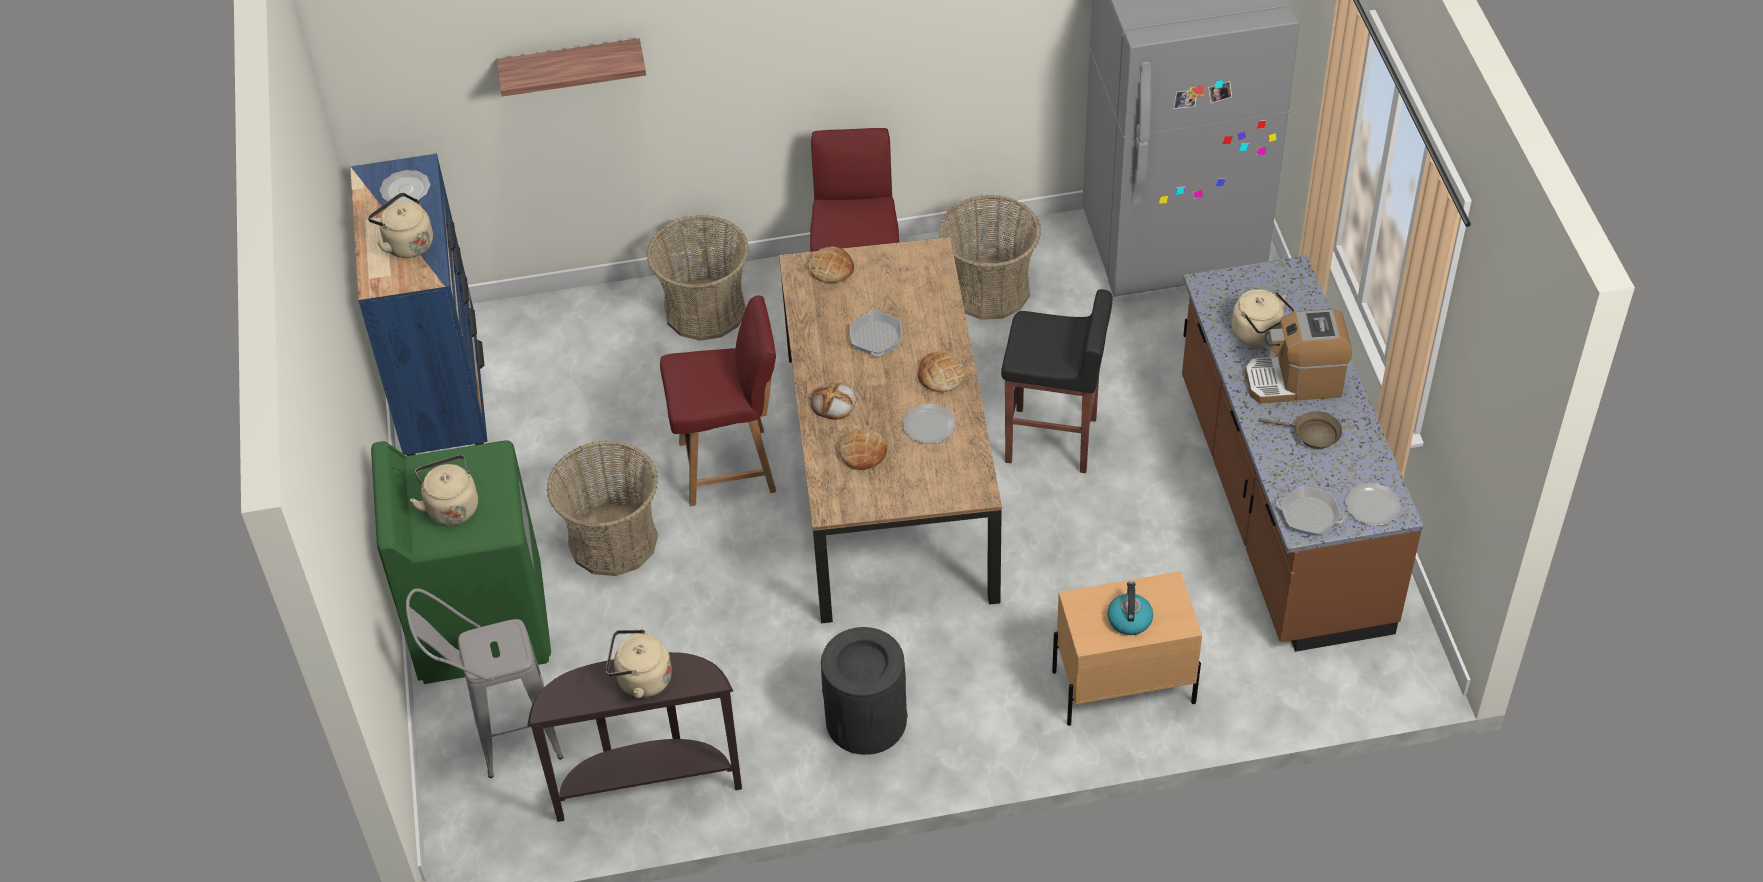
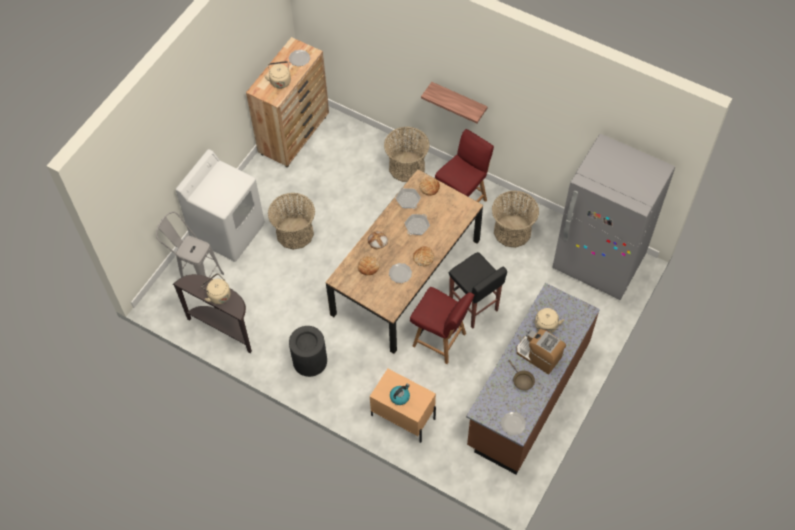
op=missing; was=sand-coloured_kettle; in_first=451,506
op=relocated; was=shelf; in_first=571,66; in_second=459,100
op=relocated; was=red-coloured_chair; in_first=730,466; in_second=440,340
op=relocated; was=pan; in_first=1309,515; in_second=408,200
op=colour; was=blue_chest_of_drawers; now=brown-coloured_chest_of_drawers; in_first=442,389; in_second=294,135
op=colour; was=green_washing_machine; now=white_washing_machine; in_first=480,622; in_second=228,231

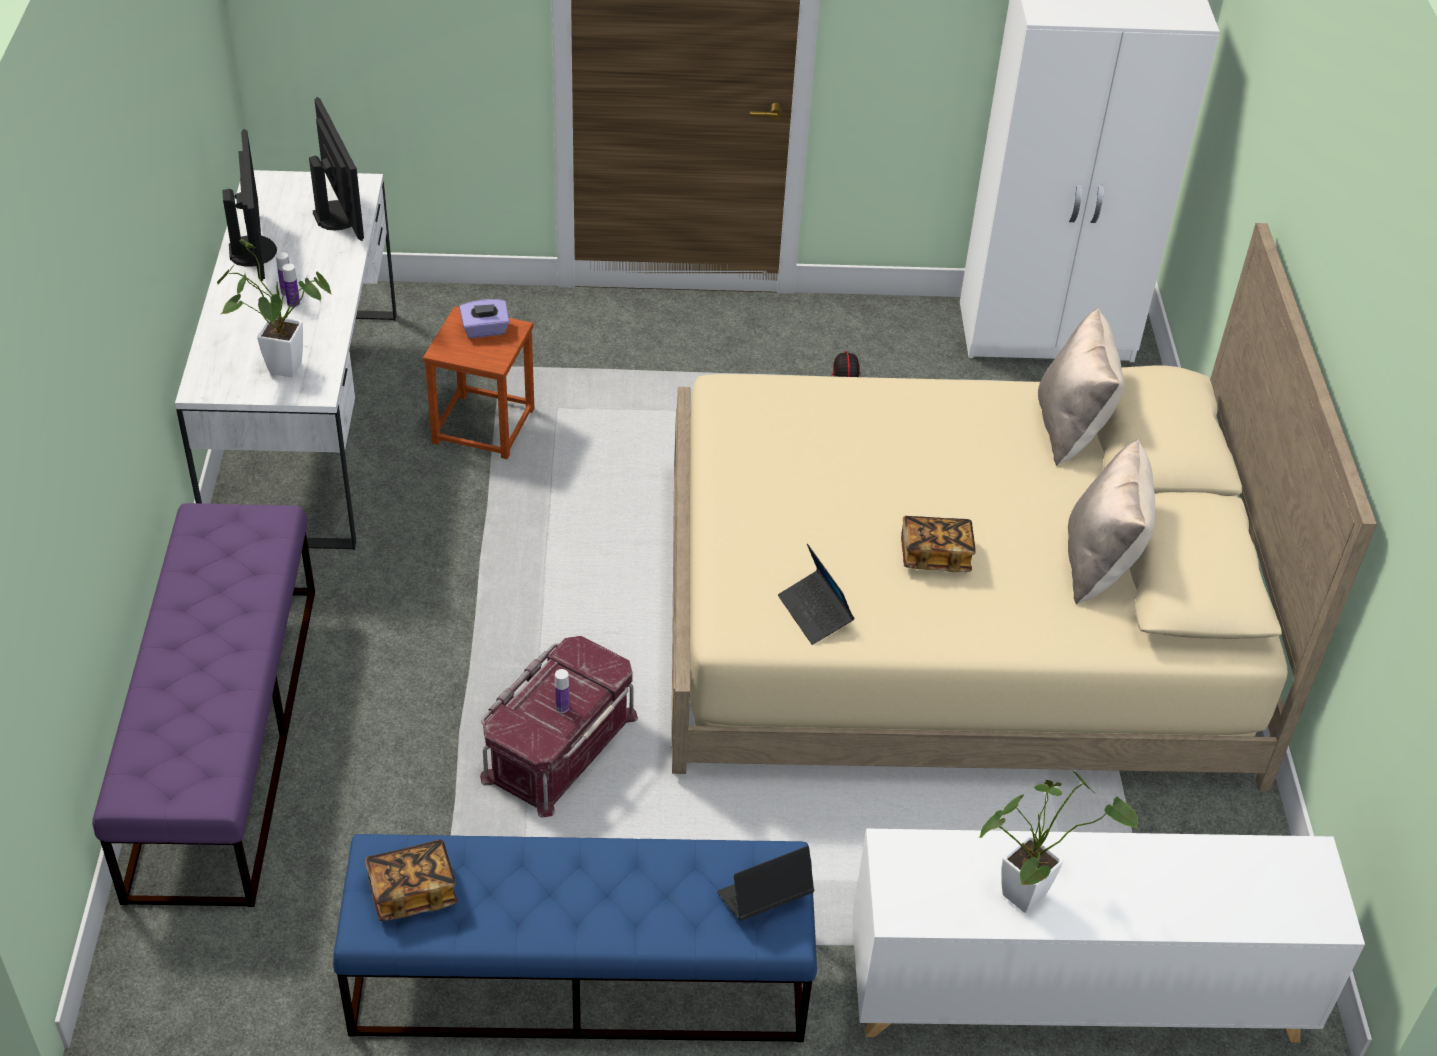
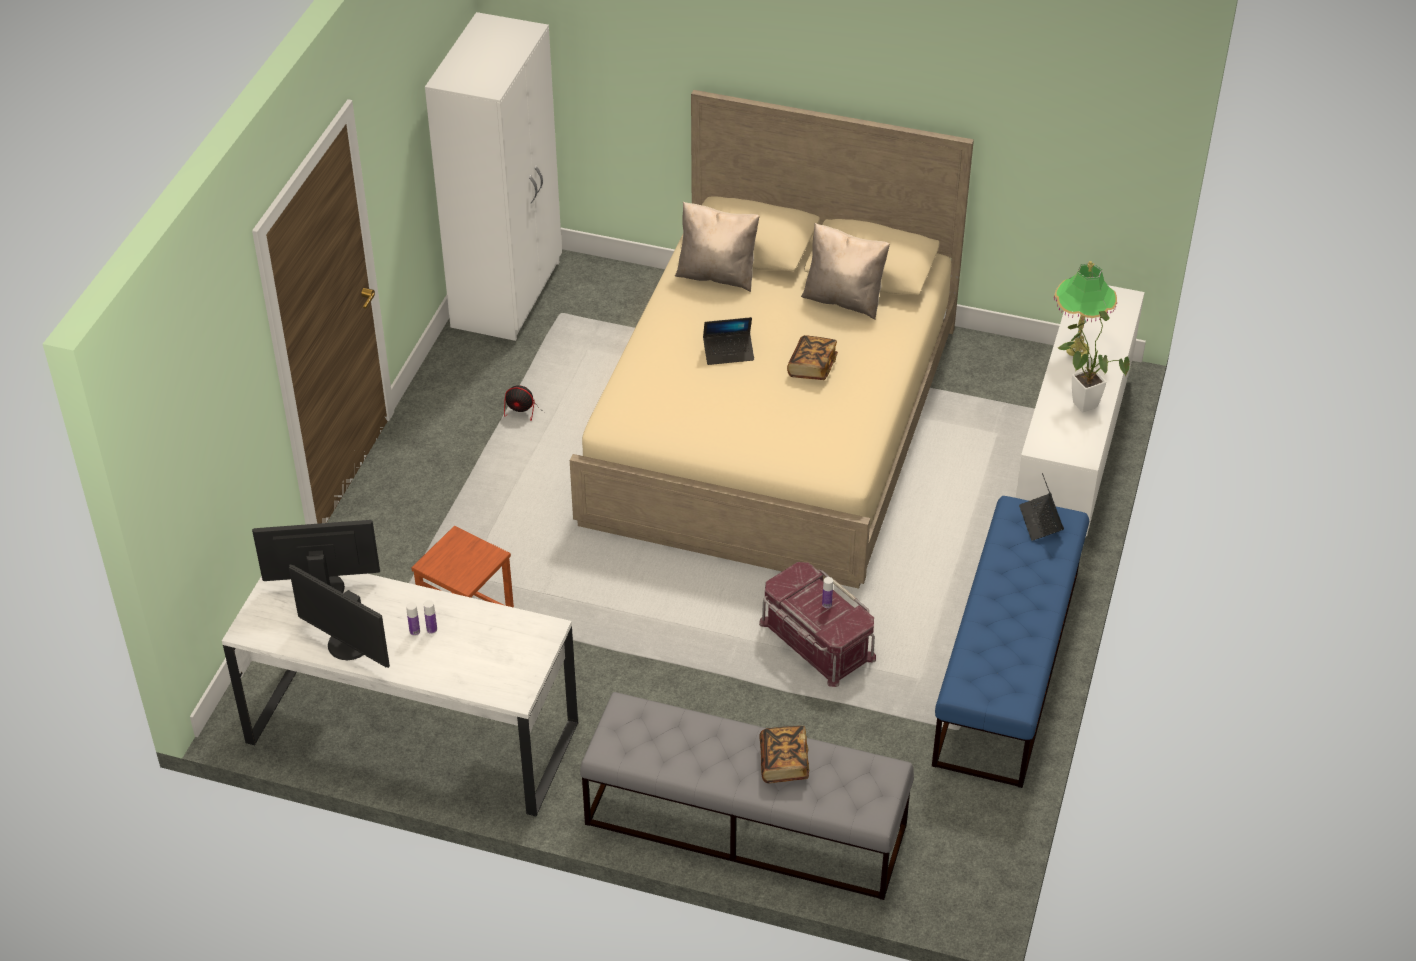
op=missing; was=potted_plant; in_first=278,367
op=missing; was=purplish_box_of_tissues; in_first=485,330
op=appeared; now=tabletop_lamp; in_second=1077,349
op=relocated; was=volume; in_first=412,891; in_second=784,763
op=relocated; was=laptop; in_first=815,613; in_second=728,352
op=colour; was=purplish_long_seat; now=grey_long_seat; in_first=225,735; in_second=744,824
op=spun; was=computer_display; in_first=254,251; in_second=347,645; clockwise=-150

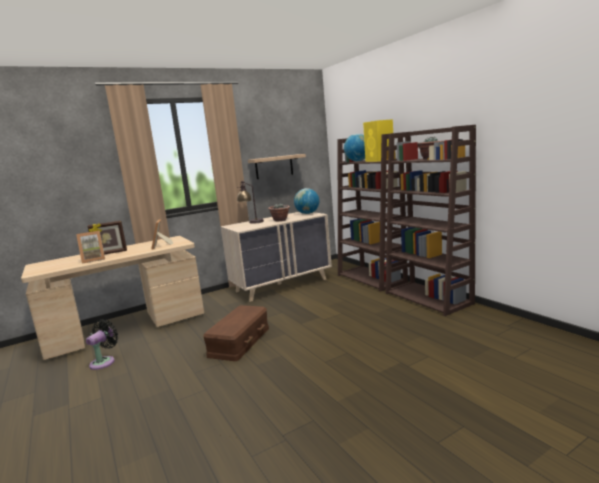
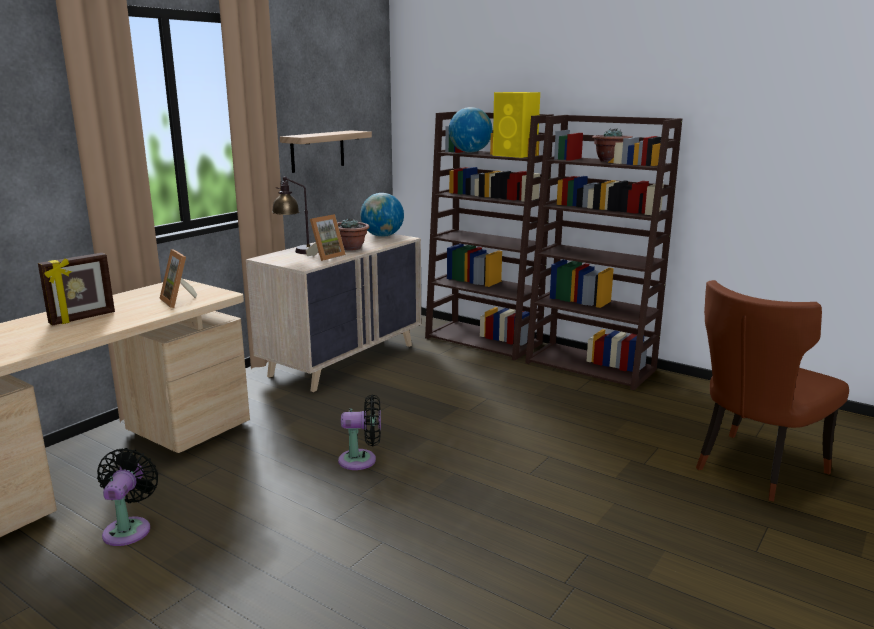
op=appeared; now=brown-coloured_chair; in_second=753,469
op=relocated; was=picture_frame; in_first=93,260; in_second=326,256
op=exchanged; was=brown-coloured_storage_box; now=black-coloured_electric_fan; in_first=239,341; in_second=361,460

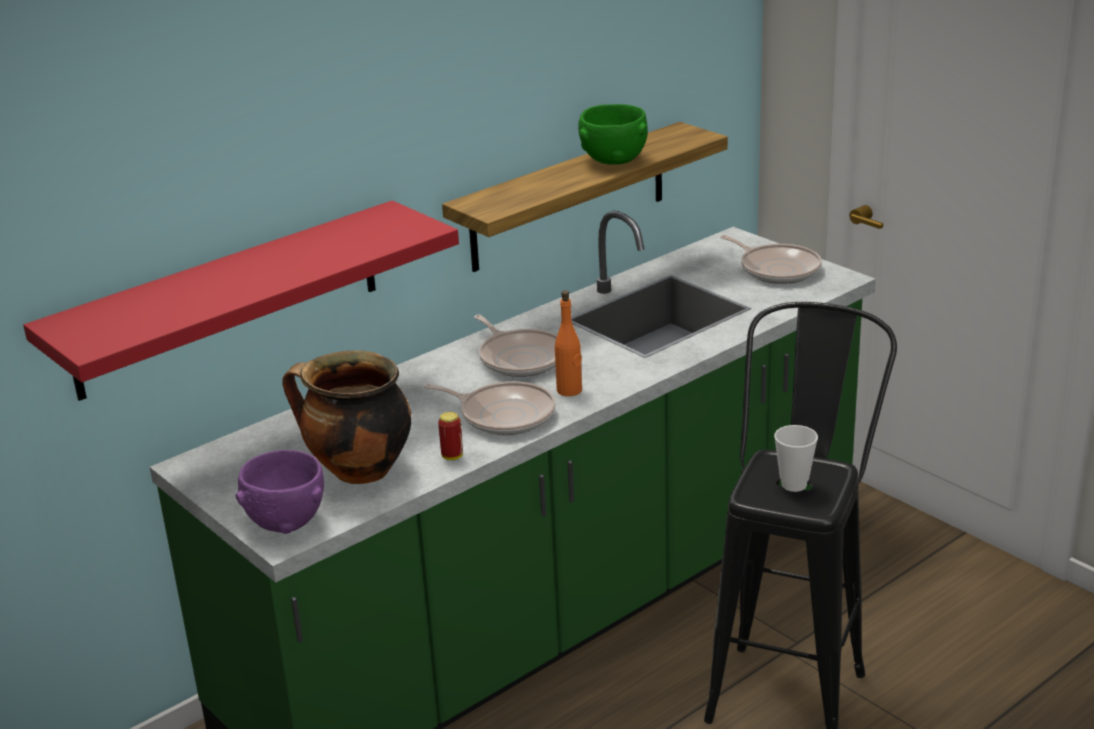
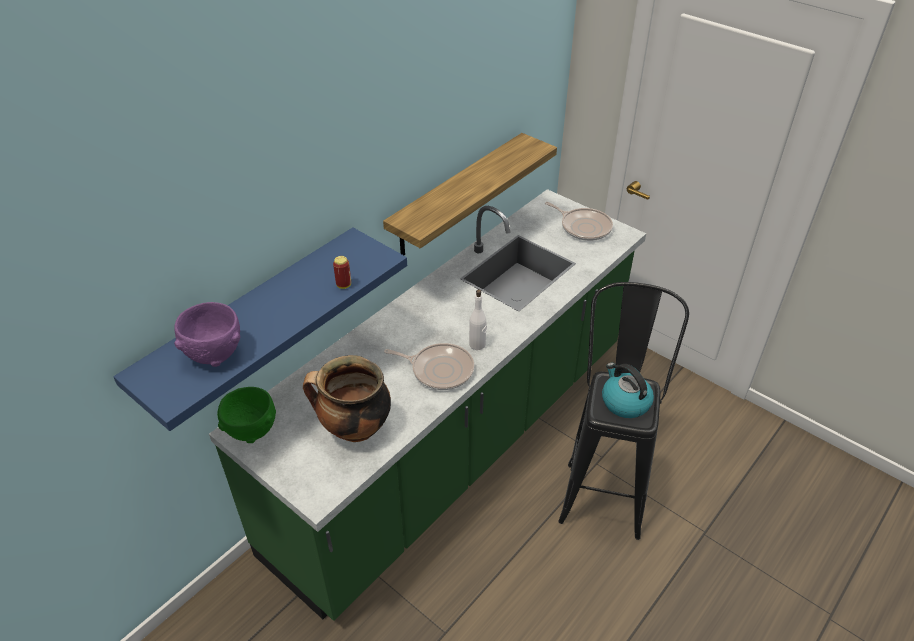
op=missing; was=pan; in_first=520,358
op=relocated; was=purplish_deep_dish; in_first=286,522; in_second=214,354
op=relocated; was=sealed_can; in_first=452,456; in_second=344,285
op=relocated; was=green_deep_dish; in_first=614,161; in_second=251,430
op=exchanged; was=drinking_cup; now=kettle; in_first=794,485; in_second=624,402
op=colour; was=red-coloured_shelf; now=blue_shelf; in_first=228,299; in_second=251,318
op=colour; was=orangey_beverage_bottle; now=white_beverage_bottle; in_first=569,390; in_second=477,344

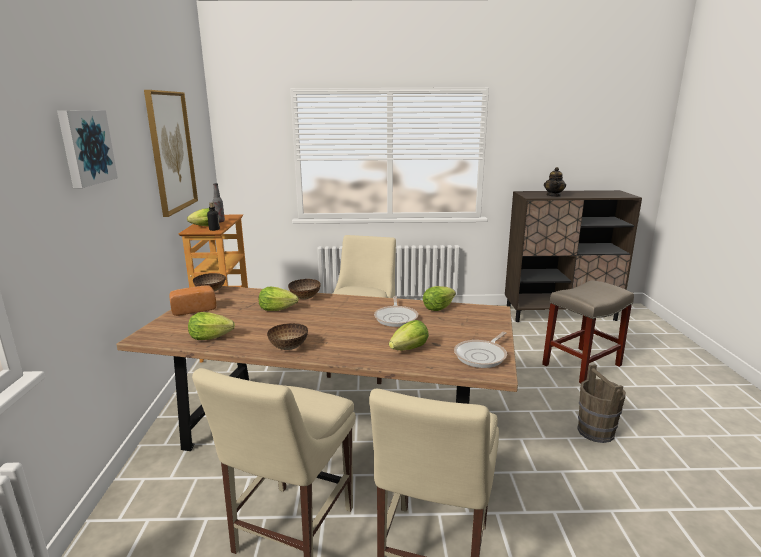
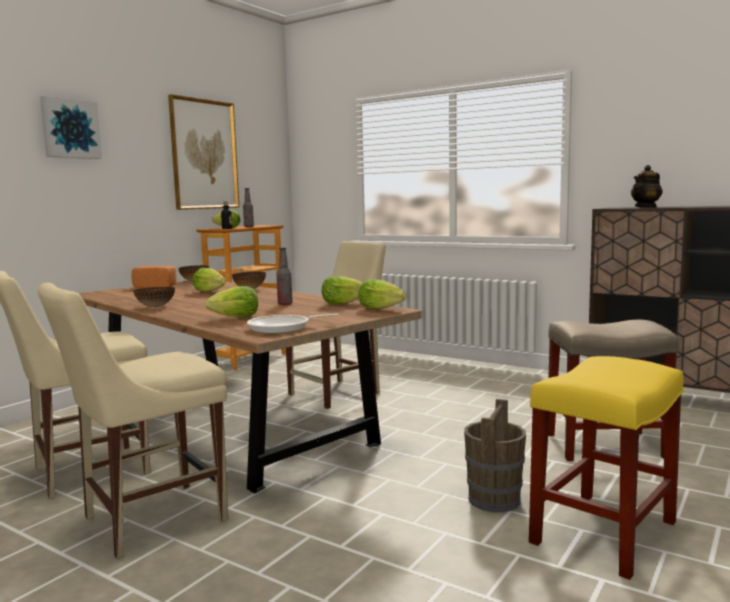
op=appeared; now=yellow_sitting_stool; in_second=603,533
op=relocated; was=lettuce_head; in_first=210,337; in_second=380,308
op=exchanged; was=pan; now=beverage_bottle; in_first=396,318; in_second=285,304

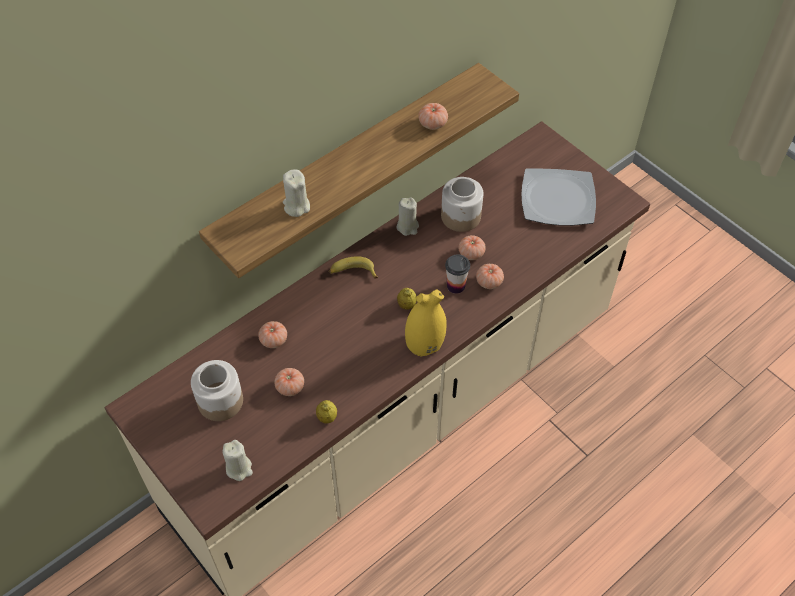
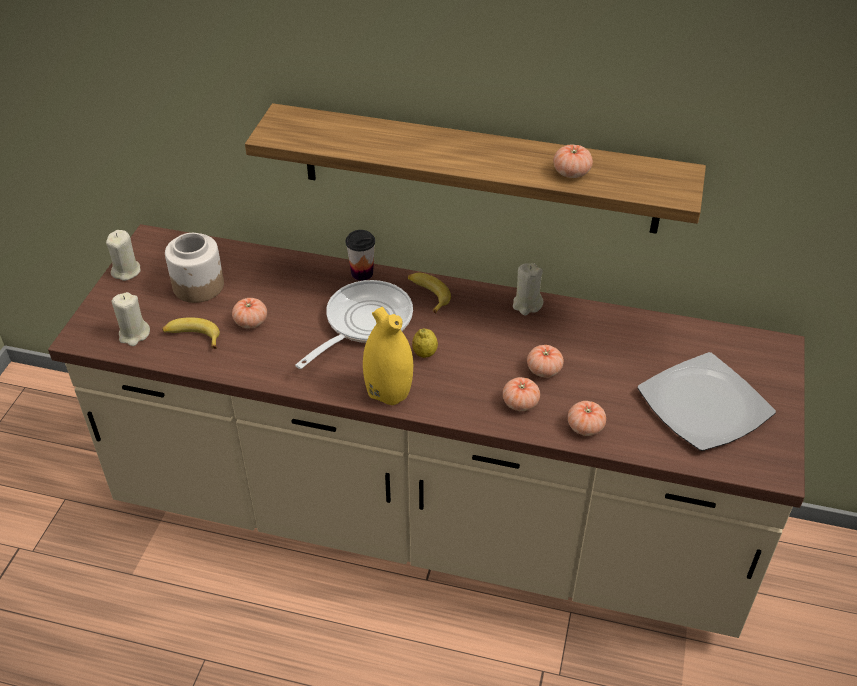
op=missing; was=whole_lemon; in_first=327,417
op=missing; was=jar; in_first=461,216
op=appeared; now=banana_fruit; in_second=192,337
op=appeared; now=pan; in_second=363,323
op=relocated; was=fresh_tomato; in_first=273,340; in_second=585,427
op=relocated; was=sand-coloured_wax_candle; in_first=296,206; in_second=126,271
op=relocated; was=drinking_cup; in_first=456,286; in_second=362,273

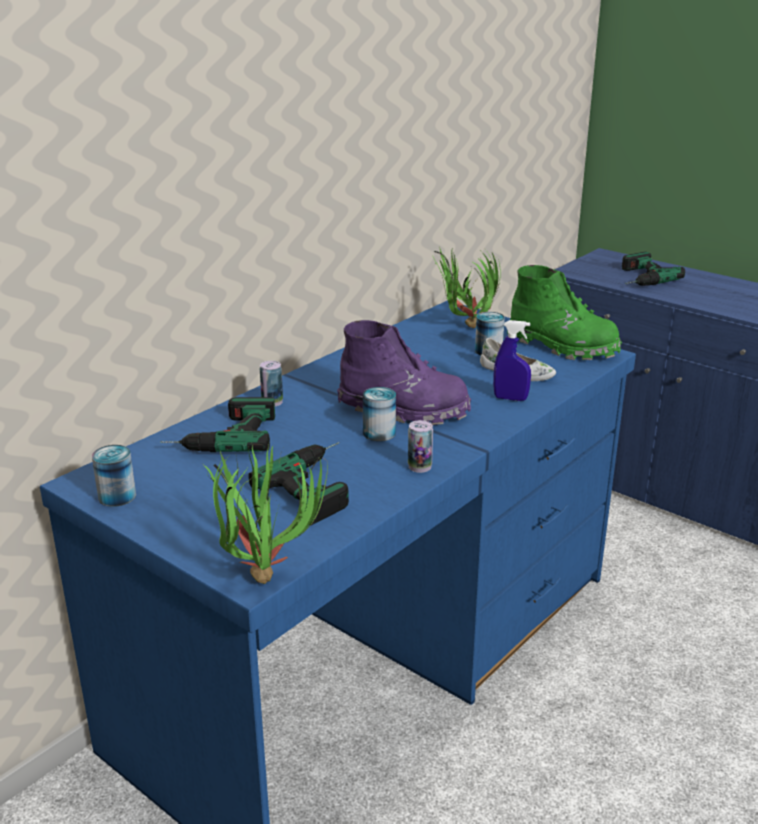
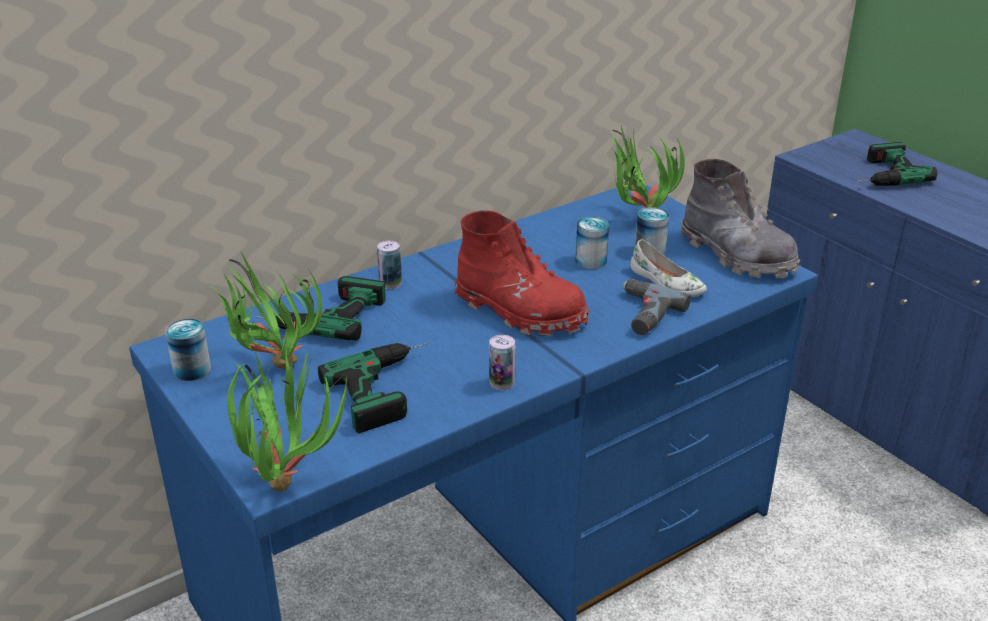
op=appeared; now=potted_plant; in_second=272,369
op=relocated; was=sealed_can; in_first=379,433; in_second=590,261
op=exchanged; was=blue_sprayer; now=electric_drill; in_first=510,398; in_second=642,314
op=colour; was=purplish_high-top_boot; now=red-coloured_high-top_boot; in_first=403,409; in_second=520,311
op=colour; was=green_high-top_boot; now=grey_high-top_boot; in_first=562,346; in_second=736,255

